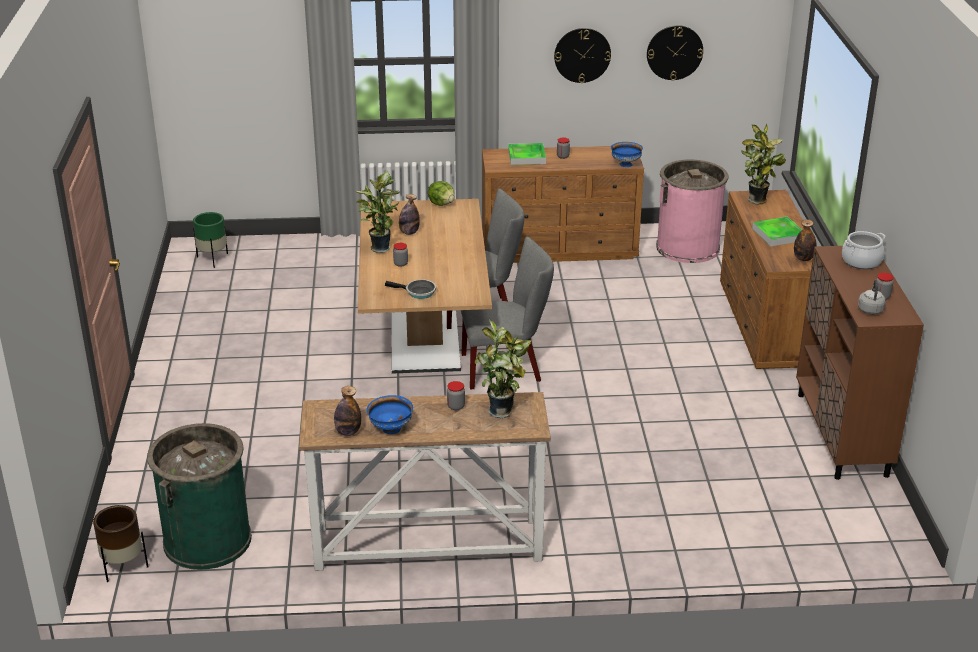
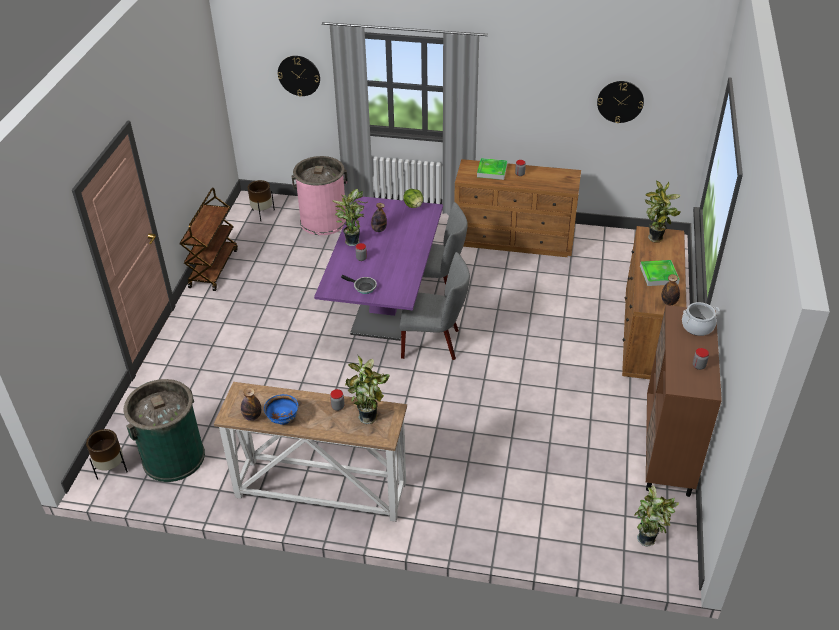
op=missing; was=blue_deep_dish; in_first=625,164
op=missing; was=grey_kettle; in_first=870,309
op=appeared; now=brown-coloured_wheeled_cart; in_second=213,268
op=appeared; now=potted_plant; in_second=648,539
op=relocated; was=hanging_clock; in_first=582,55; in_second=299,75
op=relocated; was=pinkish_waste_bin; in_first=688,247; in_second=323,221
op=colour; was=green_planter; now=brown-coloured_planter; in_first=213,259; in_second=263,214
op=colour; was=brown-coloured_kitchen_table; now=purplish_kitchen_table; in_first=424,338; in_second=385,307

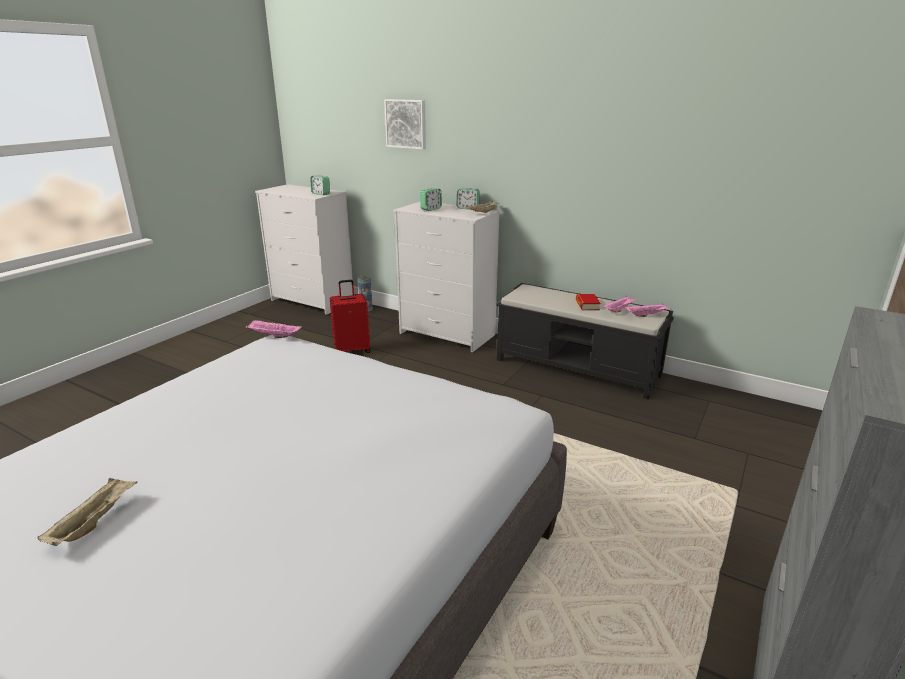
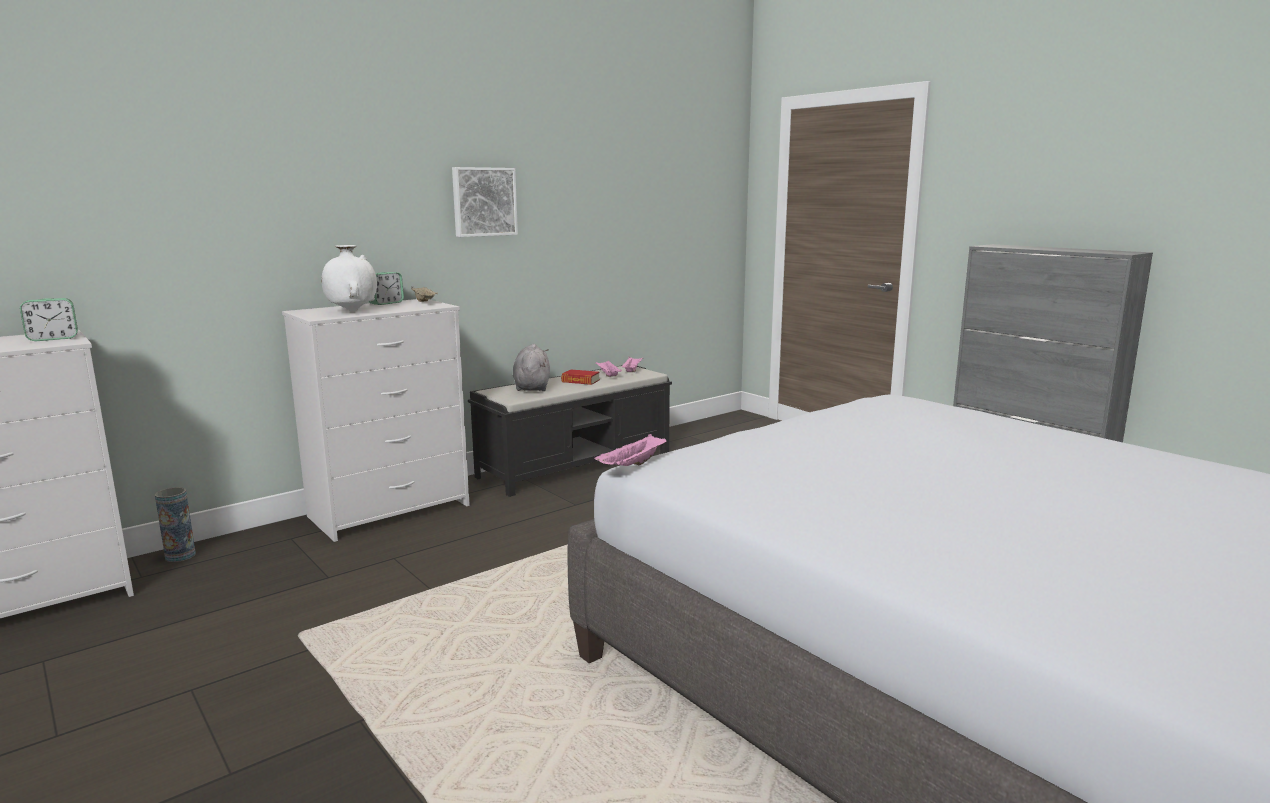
op=missing; was=sand-coloured_serving_tray; in_first=94,521
op=missing; was=red-coloured_piece_of_luggage; in_first=352,350
op=appeared; now=grey_cuddly_toy; in_second=532,387
op=relocated; was=wall_art; in_first=406,124; in_second=483,202
op=exchanged; was=table_clock; now=white_vase; in_first=431,209; in_second=352,311

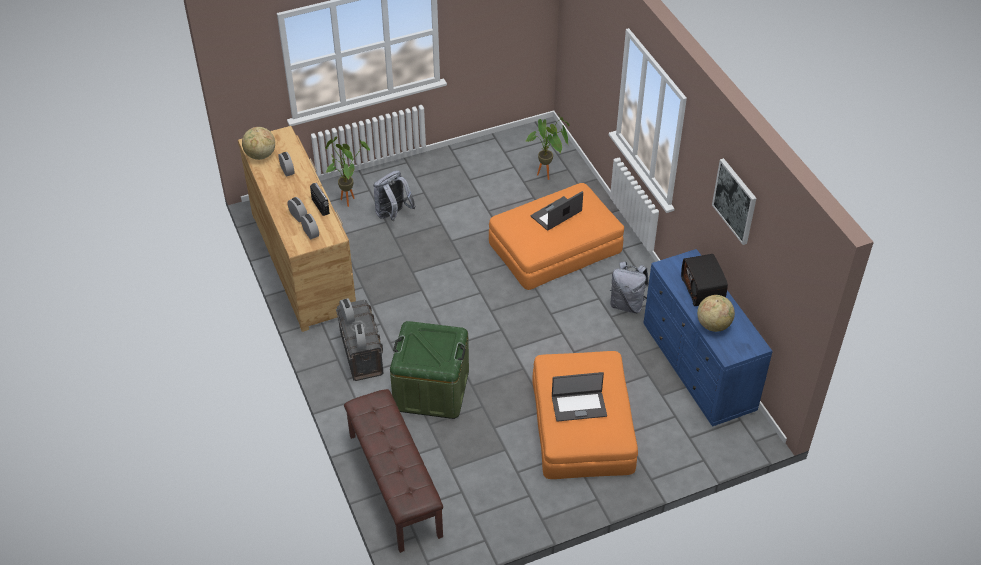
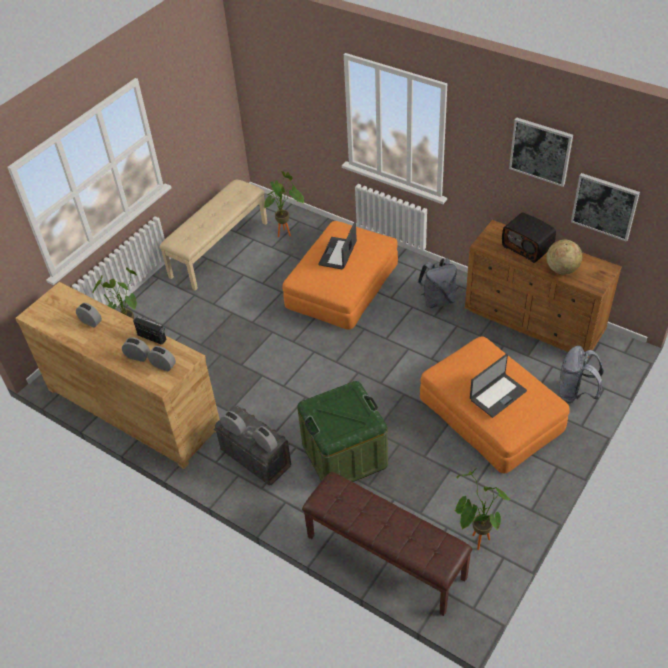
op=missing; was=world_globe; in_first=260,155
op=appeared; now=sand-coloured_long_seat; in_second=219,249
op=appeared; now=potted_plant; in_second=475,541
op=appeared; now=wall_art; in_second=604,206
op=relocated; was=grey_rucksack; in_first=393,214; in_second=575,393
op=colour; was=blue_chest_of_drawers; now=brown-coloured_chest_of_drawers; in_first=698,368; in_second=534,320

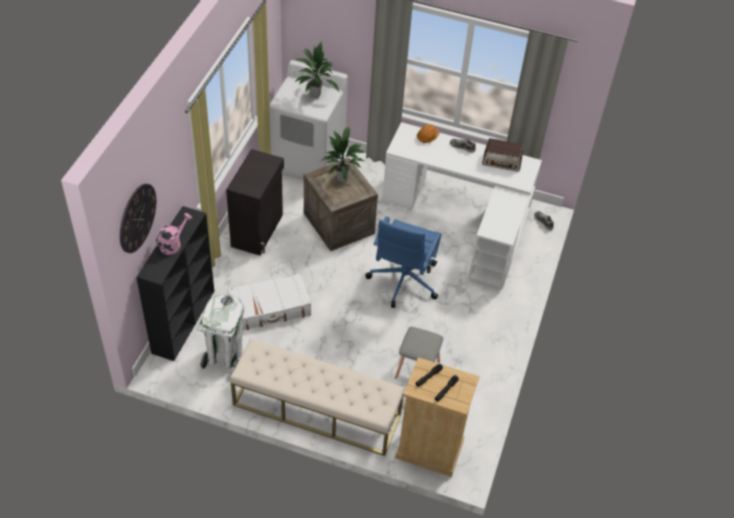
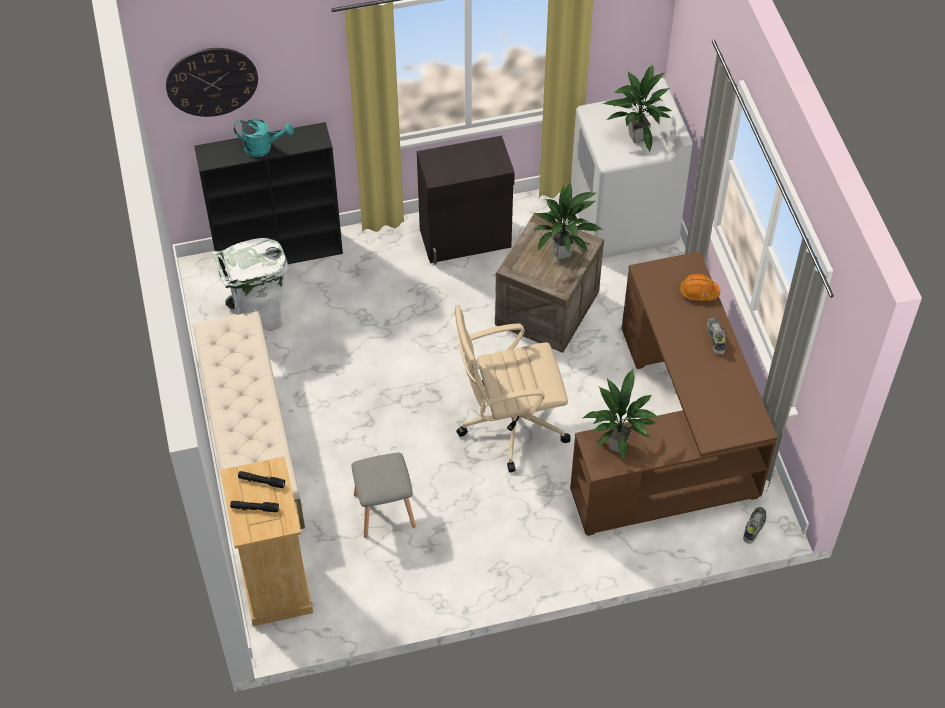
op=missing; was=white_piece_of_luggage; in_first=270,308
op=missing; was=radio; in_first=502,161
op=appeared; now=potted_plant; in_second=619,445
op=colour; was=pinkish_sprinkling_can; now=turquoise-coloured_sprinkling_can; in_first=173,244; in_second=263,147
op=colour; was=blue_office_chair; now=sand-coloured_office_chair; in_first=403,281; in_second=509,423
op=colour; was=white_desk; now=brown-coloured_desk; in_first=465,221; in_second=673,437

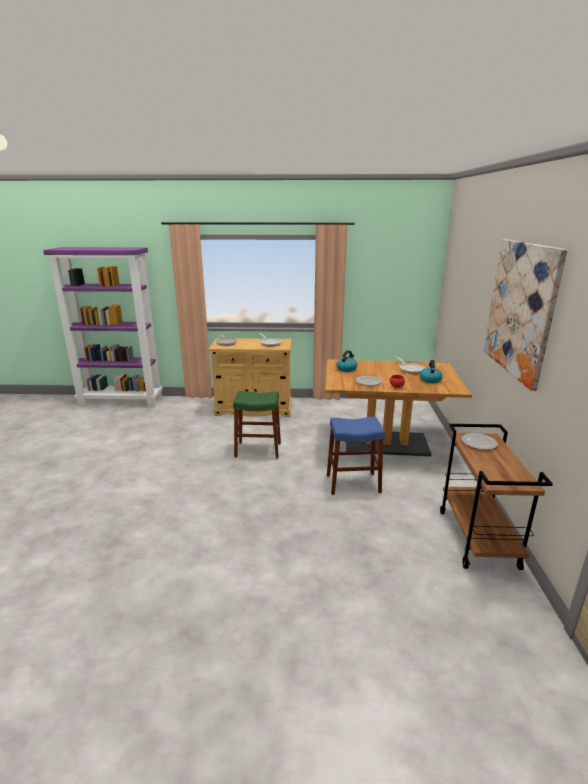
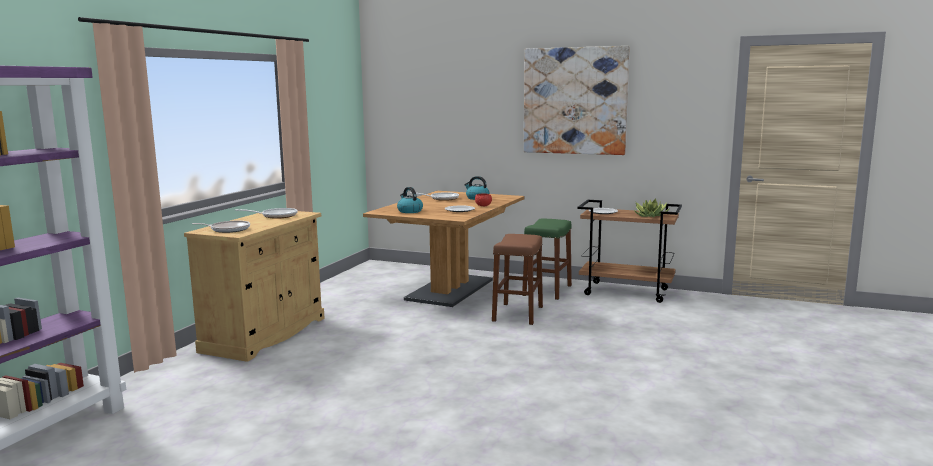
op=appeared; now=potted_plant; in_second=650,216
op=relocated; was=green_sitting_stool; in_first=258,450; in_second=547,290
op=colour; was=blue_sitting_stool; now=brown-coloured_sitting_stool; in_first=353,483; in_second=518,314

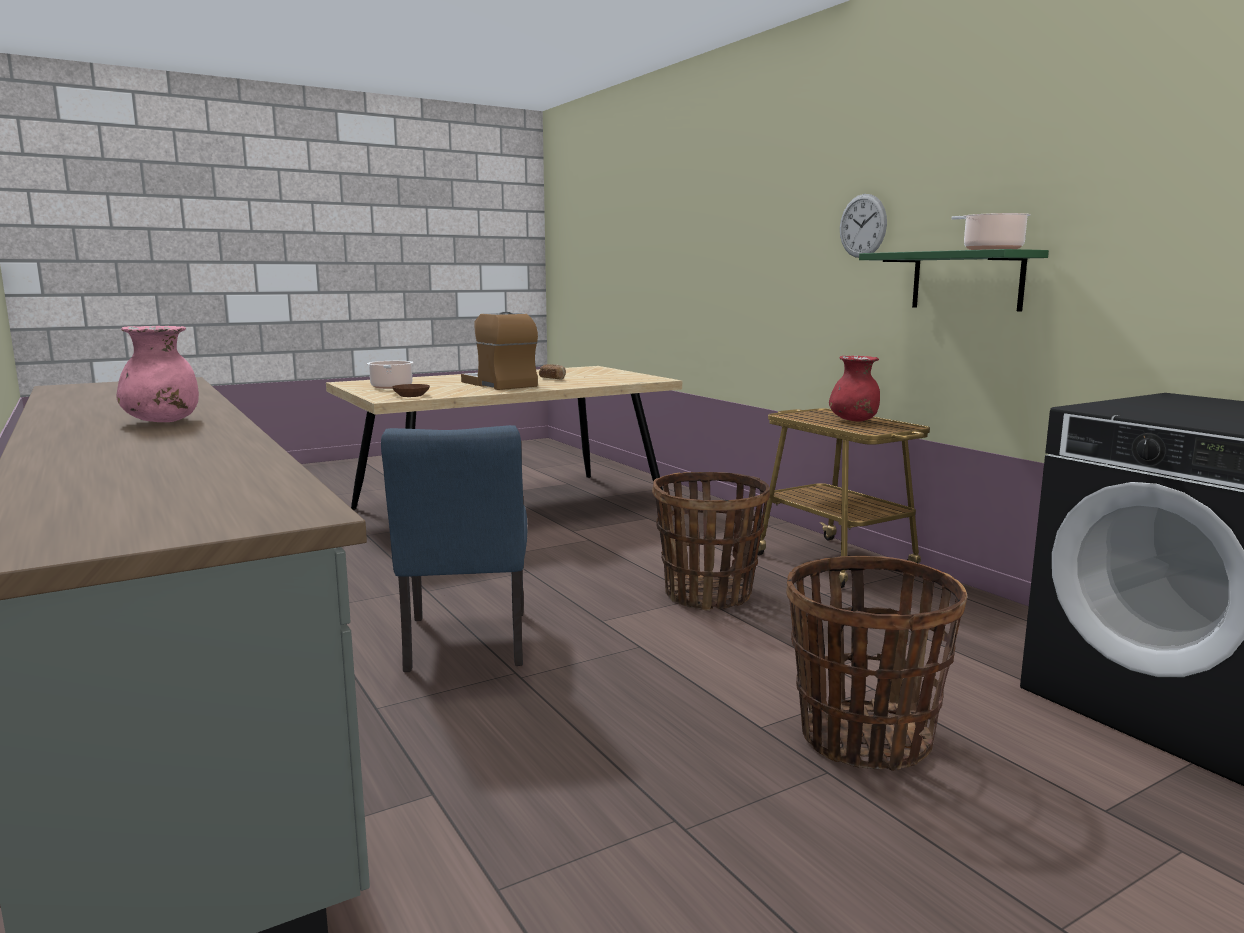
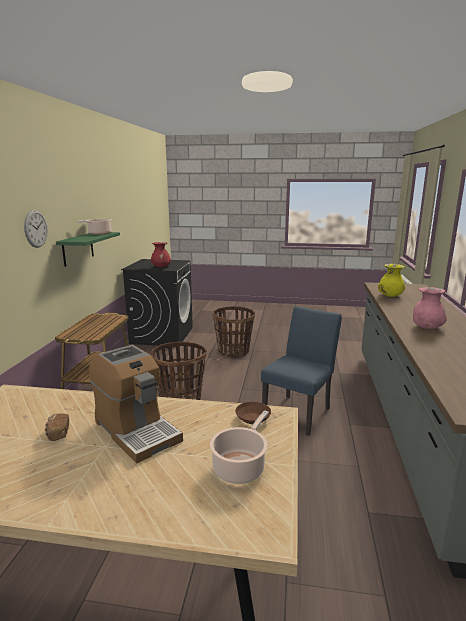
op=appeared; now=yellow_vase; in_second=390,296
op=relocated; was=red-coloured_vase; in_first=854,421; in_second=161,267
op=spun; was=coffee_machine; in_first=499,384; in_second=136,430; clockwise=-45

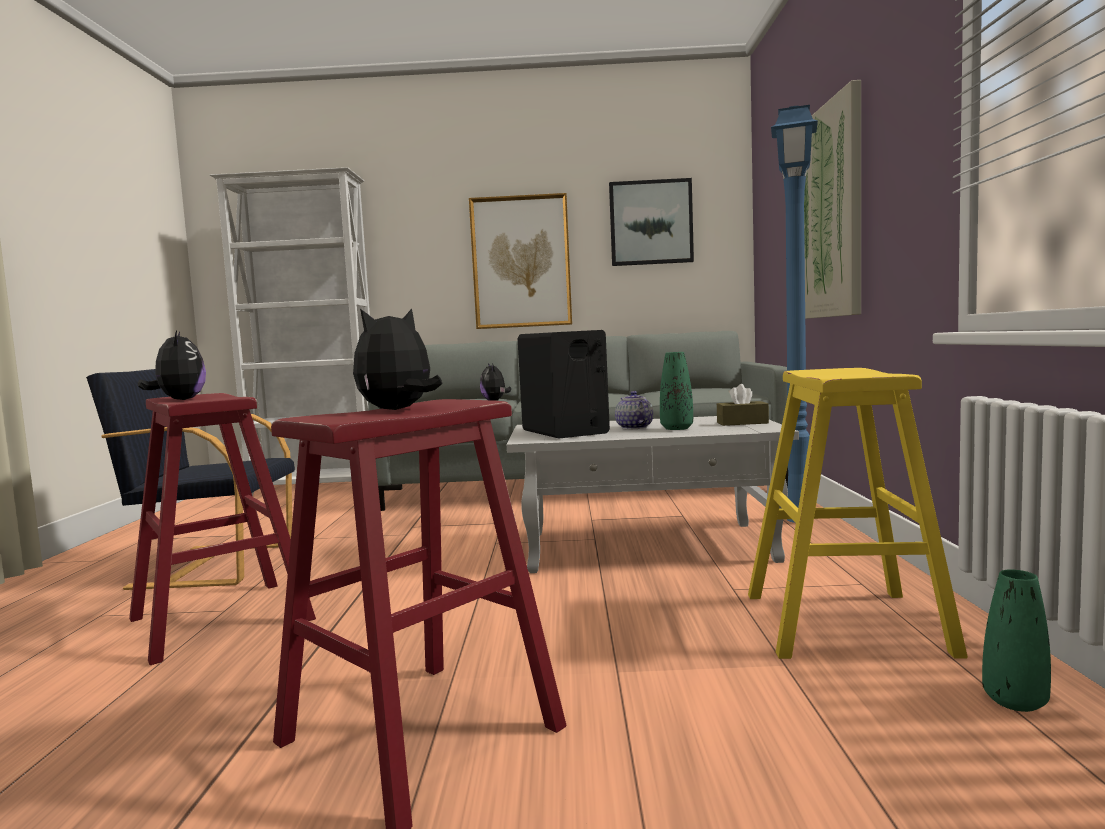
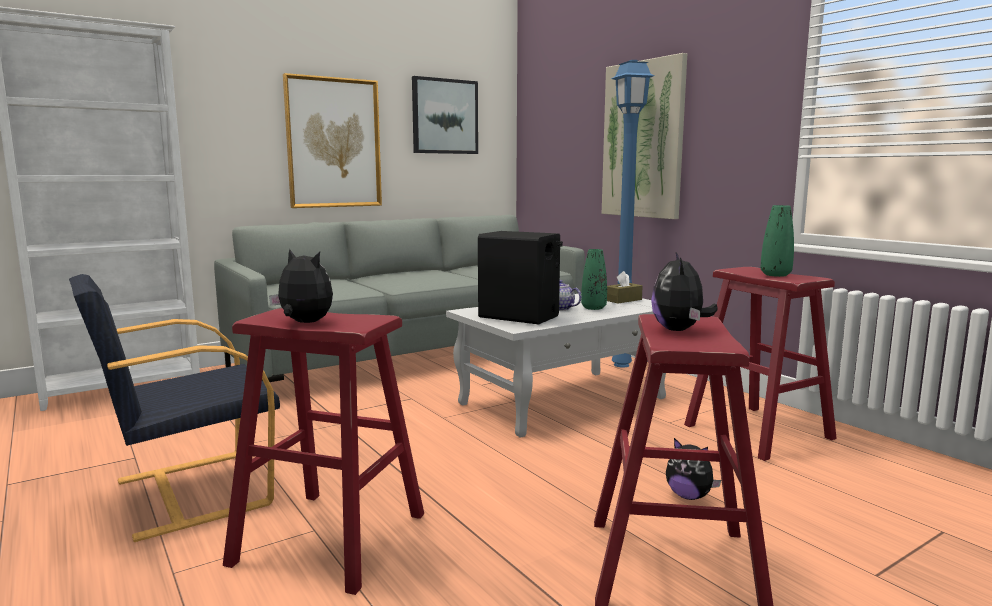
op=relocated; was=cuddly_toy; in_first=495,401; in_second=689,496
op=relocated; was=green_vase; in_first=1015,702; in_second=775,275
op=colour; was=yellow_sitting_stool; now=red-coloured_sitting_stool; in_first=844,623; in_second=758,431

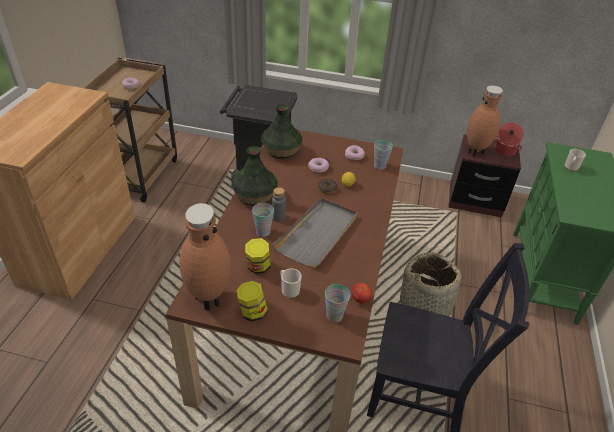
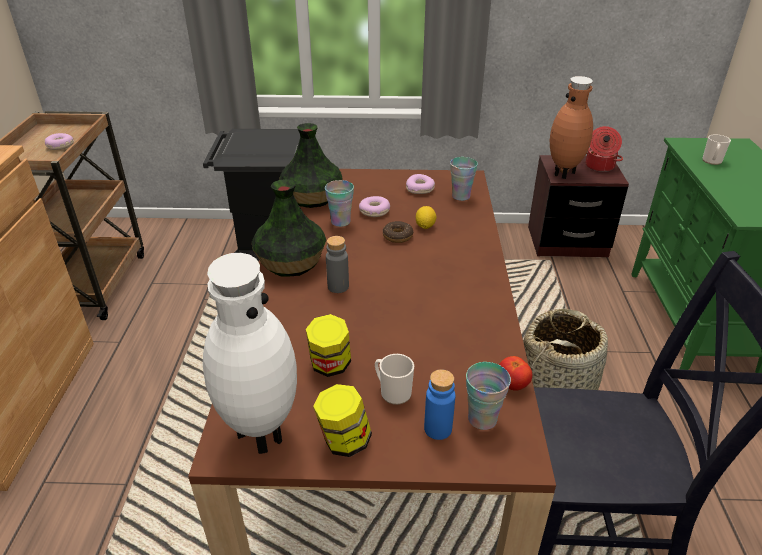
op=missing; was=grey_serving_tray; in_first=318,234
op=appeared; now=blue_beverage_bottle; in_second=438,429
op=relocated; was=drinking_cup; in_first=263,232; in_second=340,222
op=colour; was=brown-coloured_vase; now=white_vase; in_first=208,299; in_second=259,433

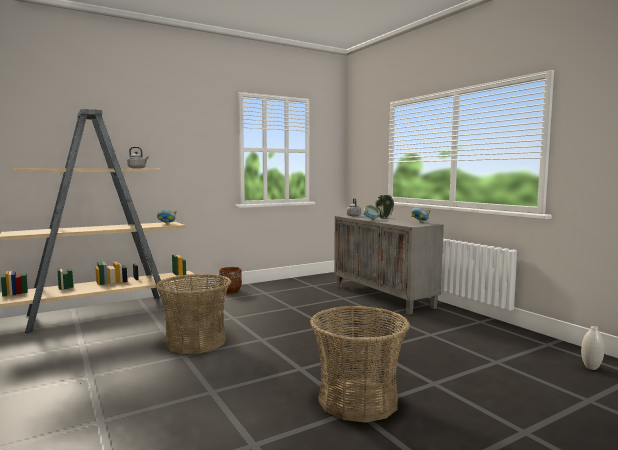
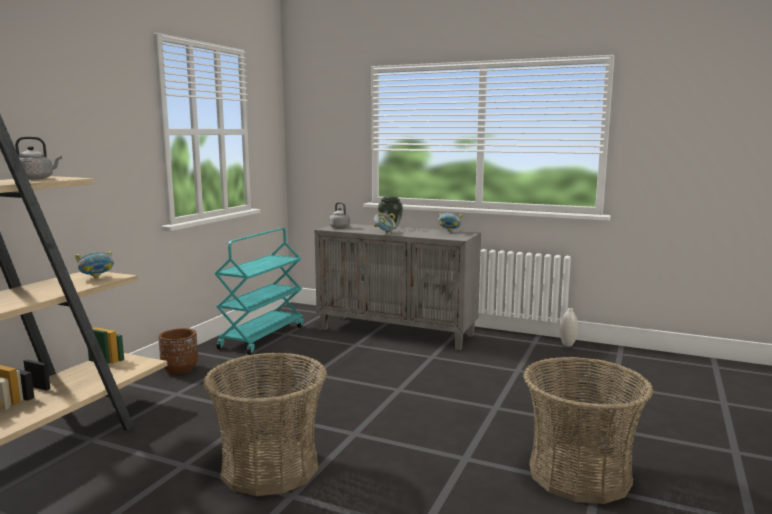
op=appeared; now=turquoise-coloured_wheeled_cart; in_second=262,337
op=relocated; was=white_vase; in_first=591,368; in_second=567,345

